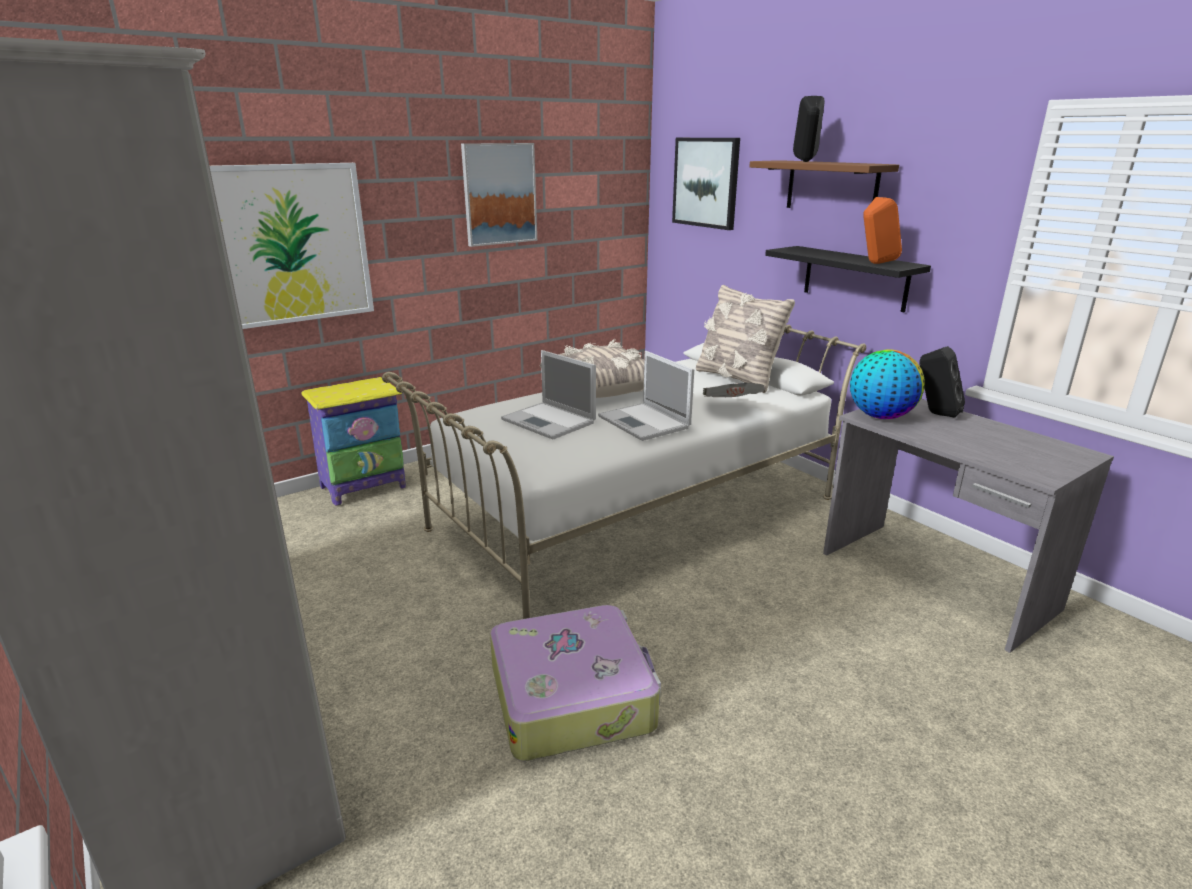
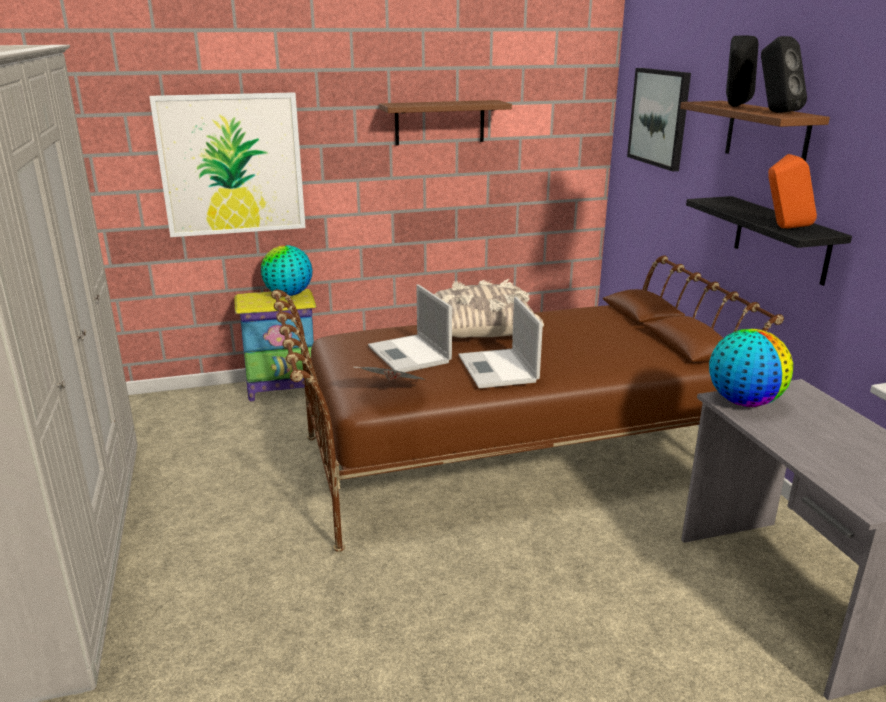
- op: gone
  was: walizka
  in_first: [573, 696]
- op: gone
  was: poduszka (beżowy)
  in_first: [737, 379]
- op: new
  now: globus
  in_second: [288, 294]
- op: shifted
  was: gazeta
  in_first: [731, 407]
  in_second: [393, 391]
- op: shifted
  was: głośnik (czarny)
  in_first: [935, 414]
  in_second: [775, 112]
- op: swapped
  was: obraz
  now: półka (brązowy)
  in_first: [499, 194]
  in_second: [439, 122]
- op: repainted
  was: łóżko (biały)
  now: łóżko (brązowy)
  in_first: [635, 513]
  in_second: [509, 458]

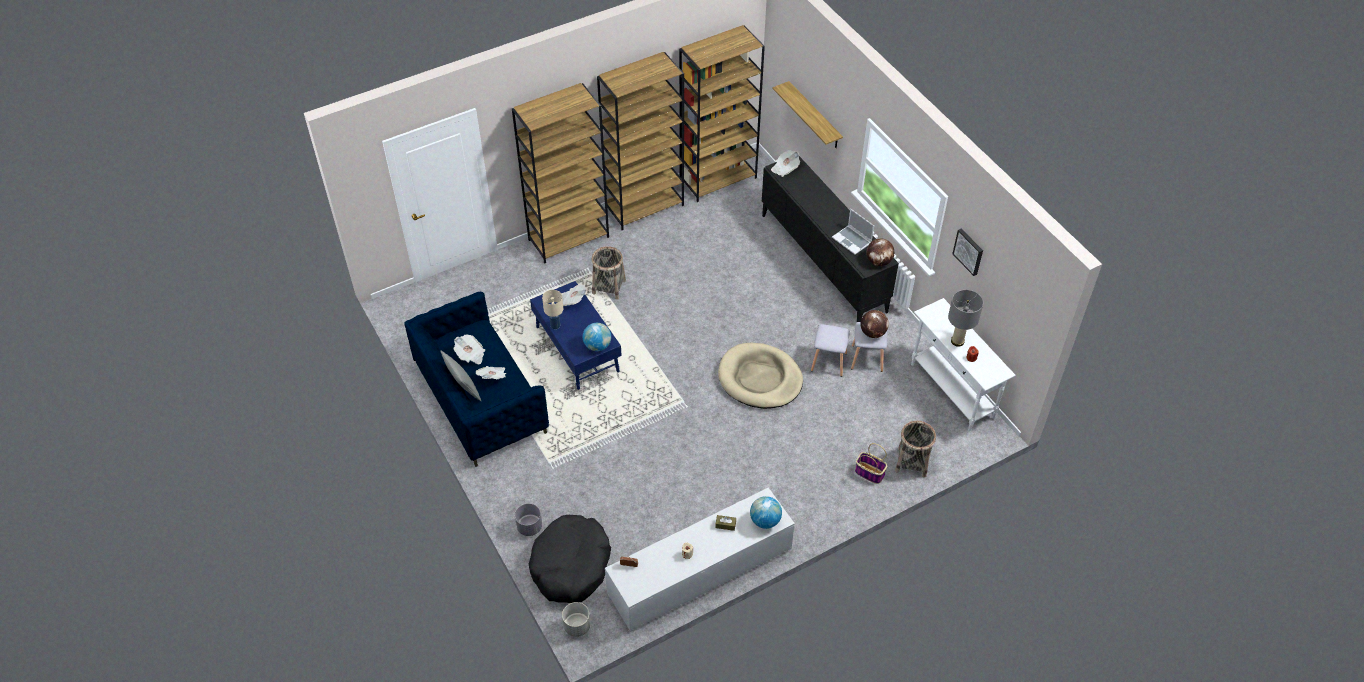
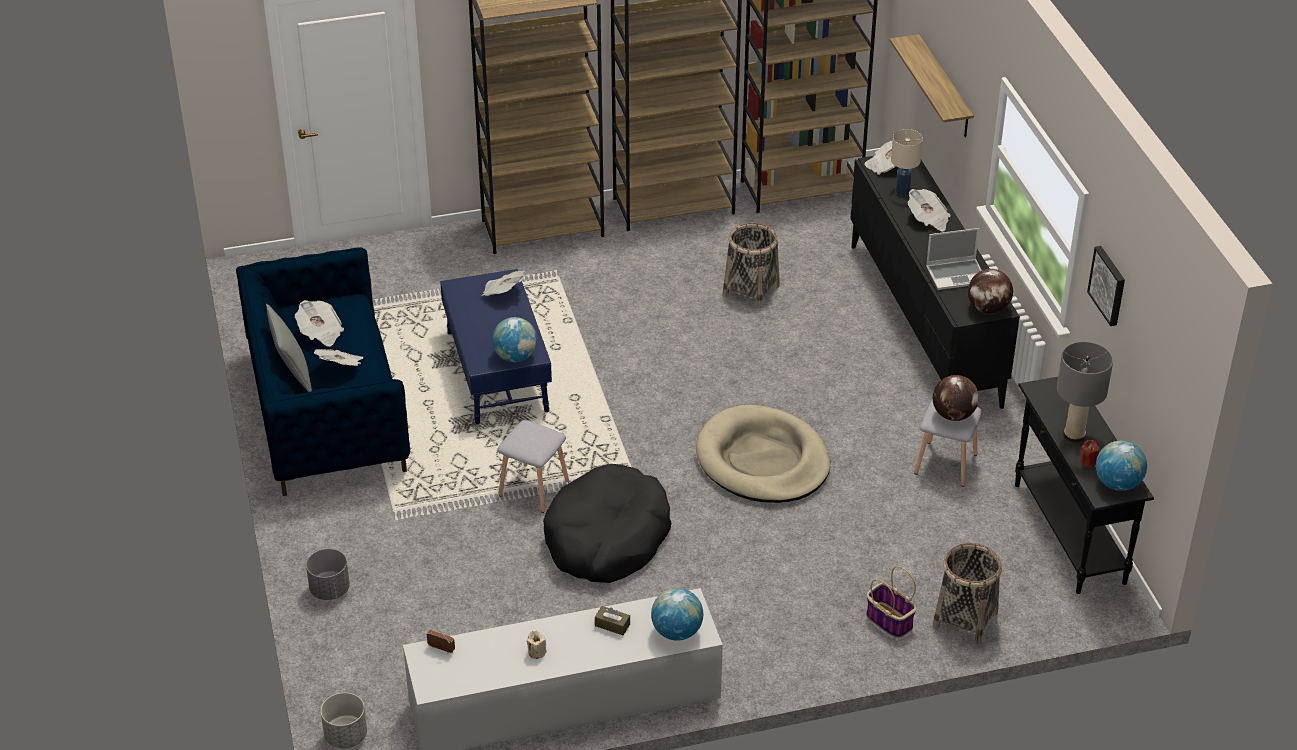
- op: new
  now: gazeta
  in_second: [928, 220]
- op: new
  now: globus
  in_second: [1117, 483]
- op: shifted
  was: legowisko (czarny)
  in_first: [571, 565]
  in_second: [607, 538]
- op: shifted
  was: lampa stołowa (beżowy)
  in_first: [555, 325]
  in_second: [903, 191]
- op: shifted
  was: koszyk
  in_first: [609, 287]
  in_second: [751, 291]
- op: shifted
  was: stołek (szary)
  in_first: [828, 362]
  in_second: [532, 488]
- op: repainted
  was: stolik konsolowy (biały)
  now: stolik konsolowy (czarny)
  in_first: [952, 391]
  in_second: [1069, 534]
- op: rotated
  was: laptop
  in_first: [852, 240]
  in_second: [956, 275]
  clockwise: -75

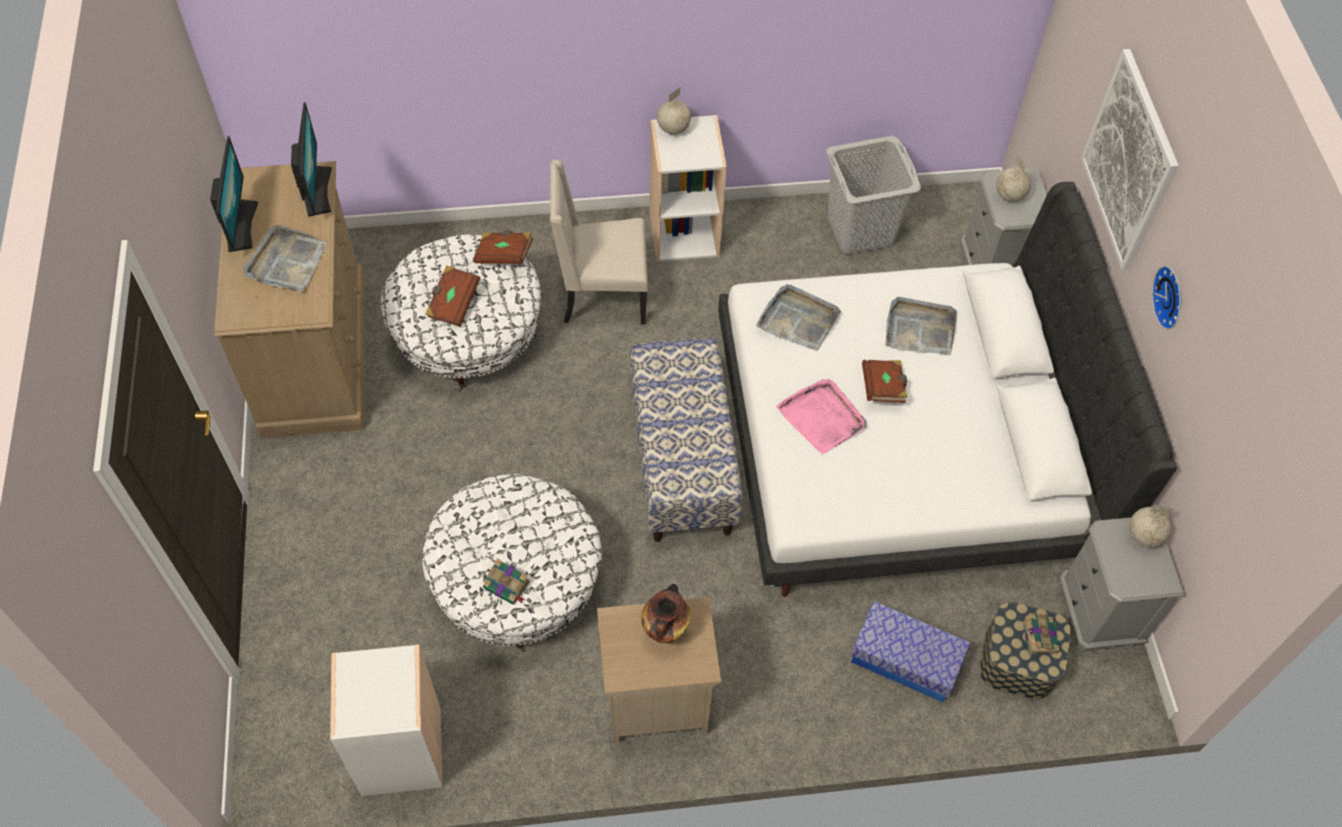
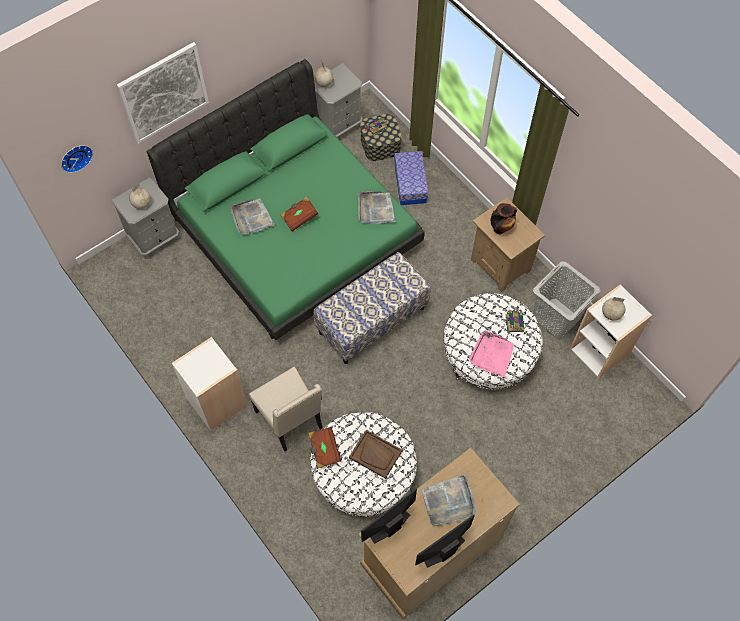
- op: shifted
  was: globus
  in_first: [673, 129]
  in_second: [611, 314]
- op: shifted
  was: taca (szary)
  in_first: [798, 320]
  in_second: [375, 209]
- op: shifted
  was: taca (różowy)
  in_first: [822, 417]
  in_second: [492, 355]
- op: shifted
  was: kosz na pranie (szary)
  in_first: [861, 231]
  in_second: [556, 318]
- op: shifted
  was: zegar ścienny
  in_first: [1171, 297]
  in_second: [75, 157]
- op: swapped
  was: książka (brązowy)
  now: taca (brązowy)
  in_first: [453, 303]
  in_second: [375, 454]
- op: repainted
  was: łóżko (biały)
  now: łóżko (zielony)
  in_first: [904, 442]
  in_second: [294, 231]

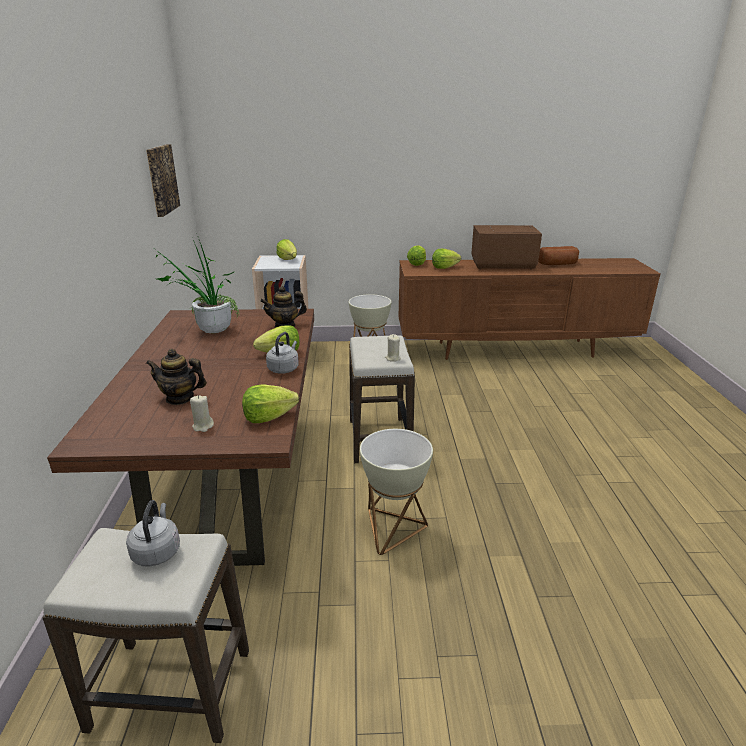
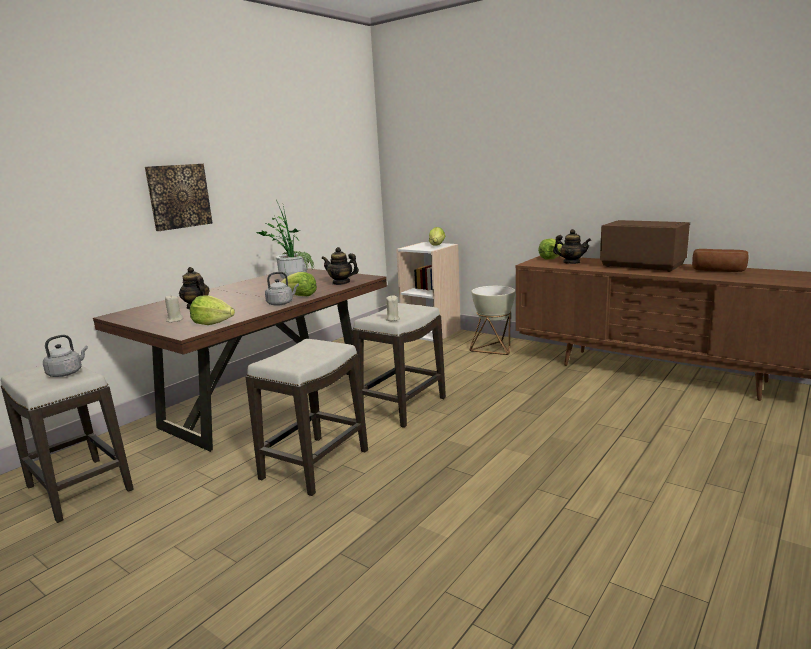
- op: shifted
  was: obraz
  in_first: [161, 179]
  in_second: [178, 196]
- op: swapped
  was: donica
  now: stołek
  in_first: [394, 529]
  in_second: [315, 465]
- op: swapped
  was: sałata
  now: imbryk
  in_first: [444, 267]
  in_second: [571, 263]

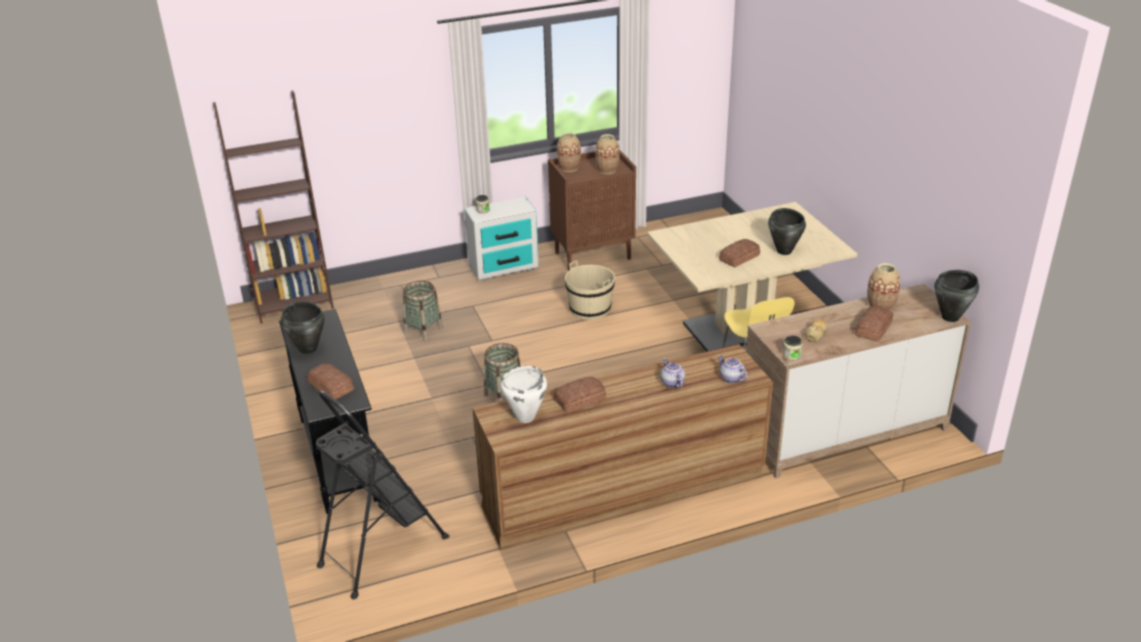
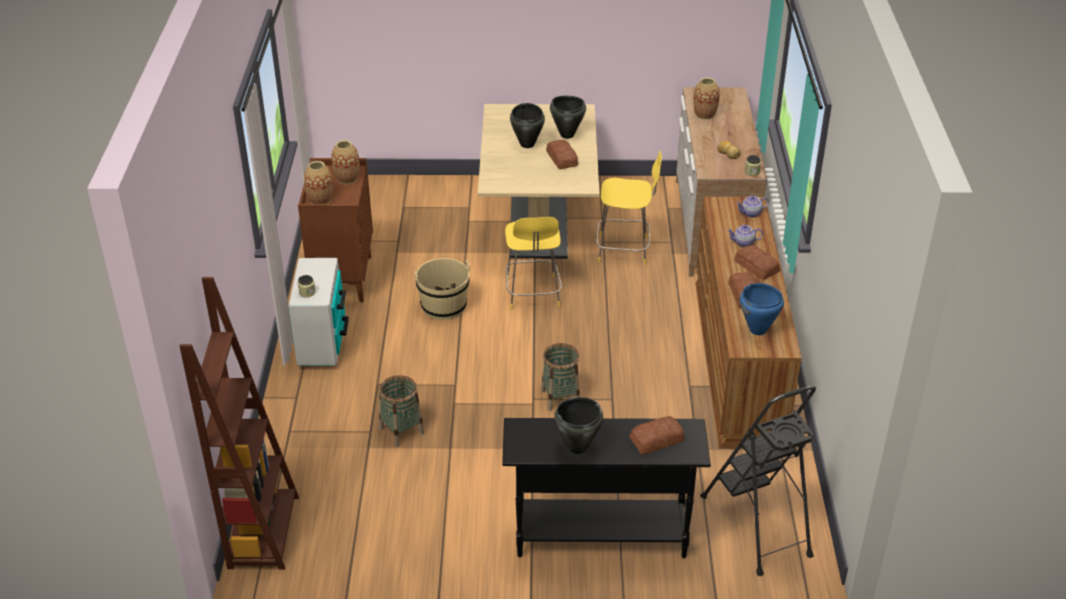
- op: new
  now: stołek (żółty)
  in_second: [533, 294]
- op: shifted
  was: chleb
  in_first: [872, 328]
  in_second: [756, 267]
- op: shifted
  was: garnek (czarny)
  in_first: [951, 317]
  in_second: [527, 144]
- op: repainted
  was: garnek (biały)
  now: garnek (niebieski)
  in_first: [525, 417]
  in_second: [758, 330]

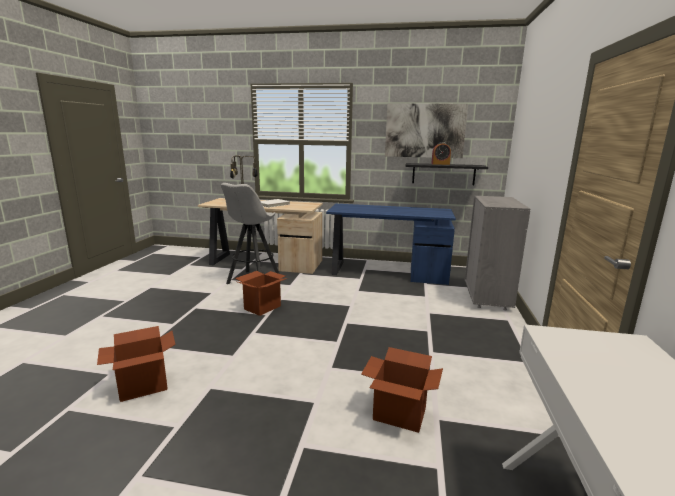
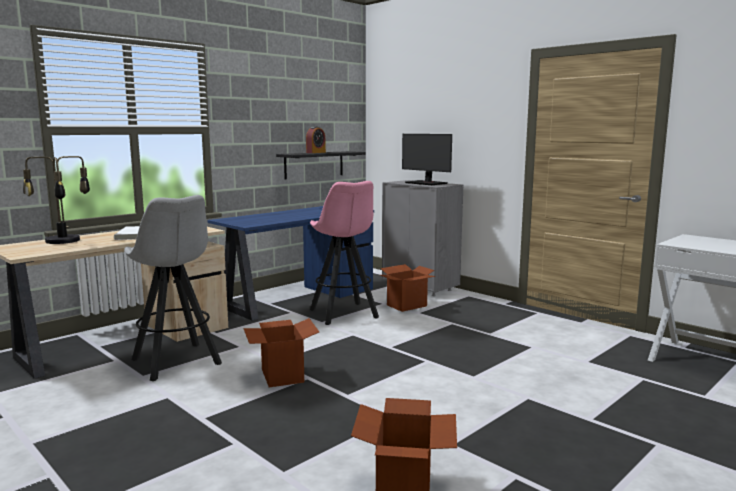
- op: gone
  was: obraz
  in_first: [425, 130]
- op: new
  now: stołek (różowy)
  in_second: [344, 314]
- op: new
  now: monitor
  in_second: [426, 183]
- op: shifted
  was: karton
  in_first: [399, 414]
  in_second: [406, 306]

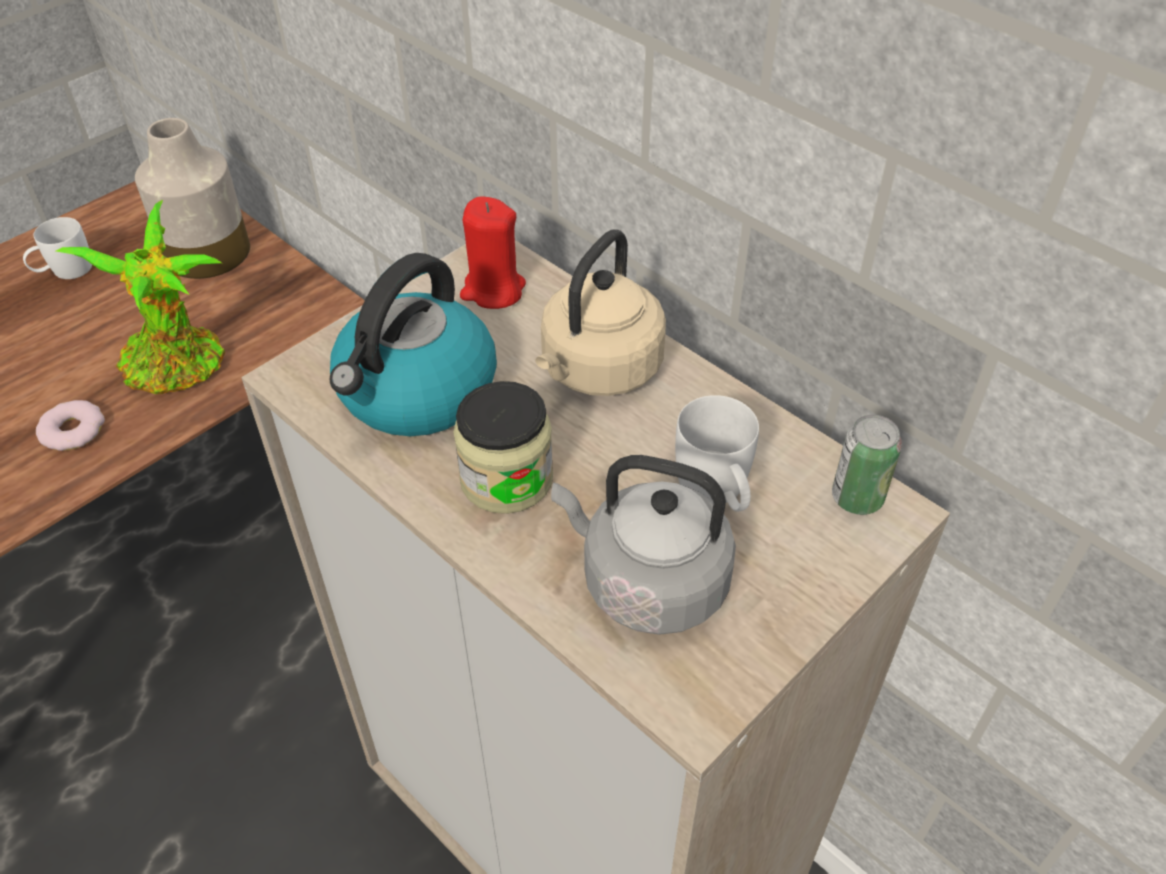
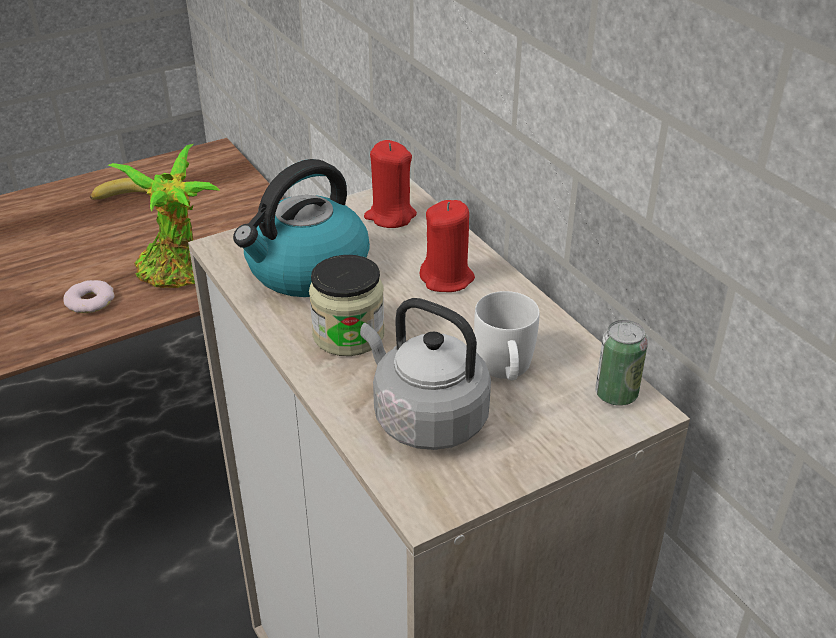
- op: gone
  was: wazon (beżowy)
  in_first: [208, 251]
- op: swapped
  was: kubek (biały)
  now: banan
  in_first: [64, 271]
  in_second: [122, 197]
- op: swapped
  was: czajnik (beżowy)
  now: świeca (czerwony)
  in_first: [598, 371]
  in_second: [447, 278]

